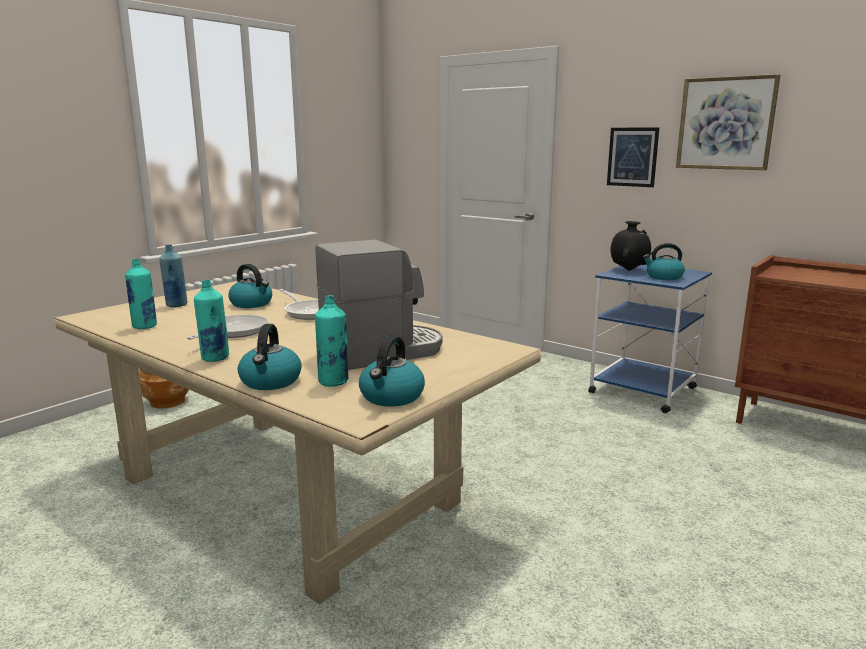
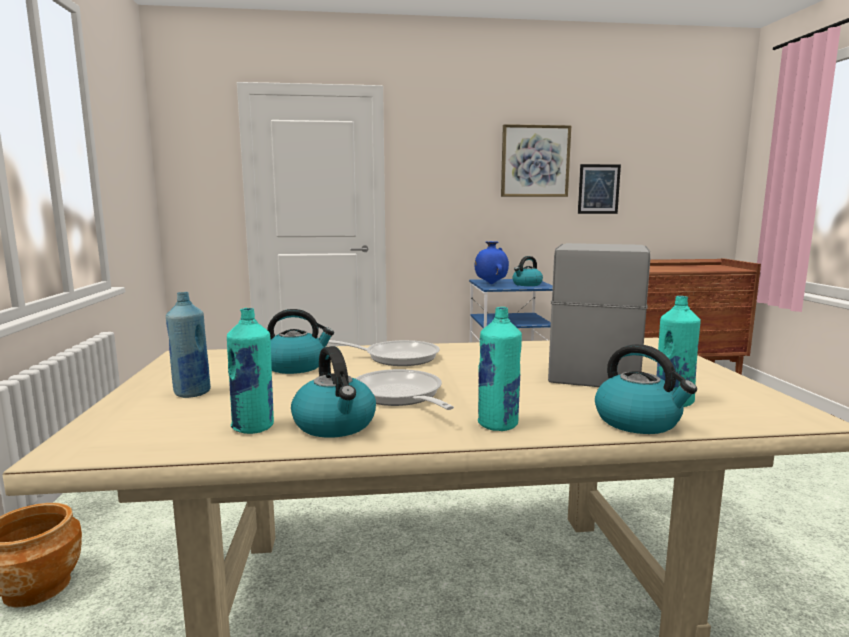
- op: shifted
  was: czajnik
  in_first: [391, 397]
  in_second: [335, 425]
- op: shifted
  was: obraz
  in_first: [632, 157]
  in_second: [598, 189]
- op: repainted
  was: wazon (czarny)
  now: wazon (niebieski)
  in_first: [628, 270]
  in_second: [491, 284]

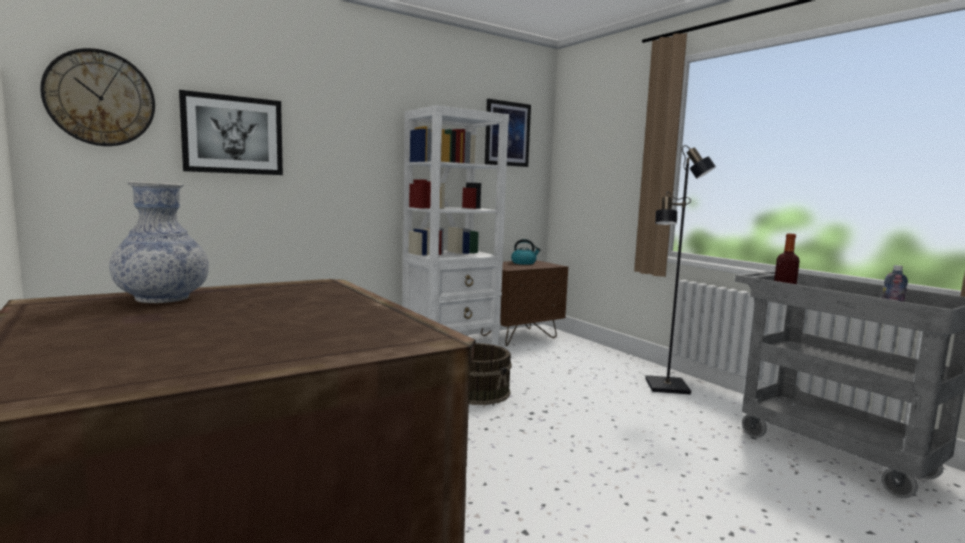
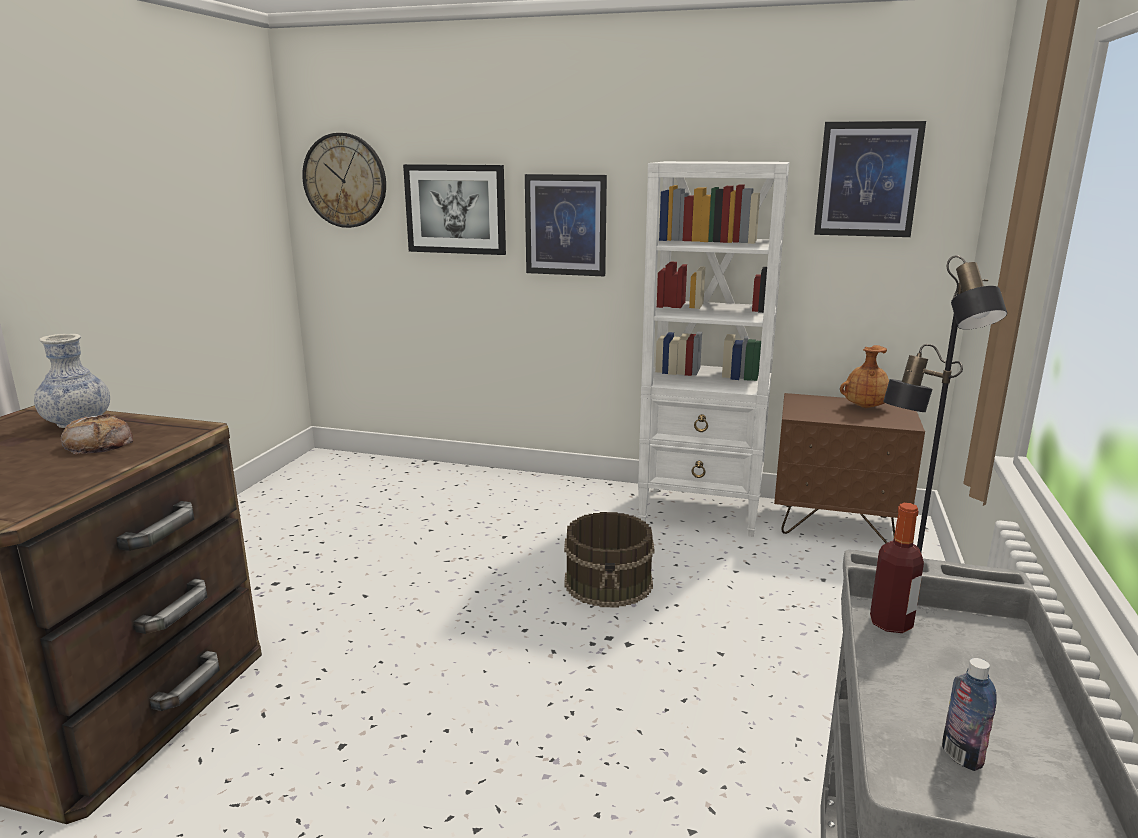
- op: new
  now: chleb
  in_second: [99, 443]
- op: new
  now: obraz
  in_second: [565, 225]
- op: swapped
  was: czajnik
  now: wazon (brązowy)
  in_first: [524, 263]
  in_second: [864, 407]

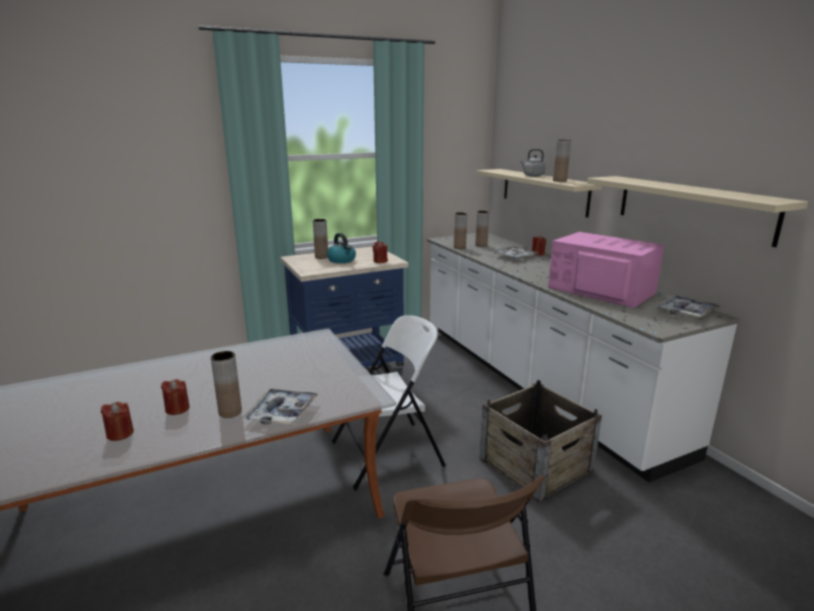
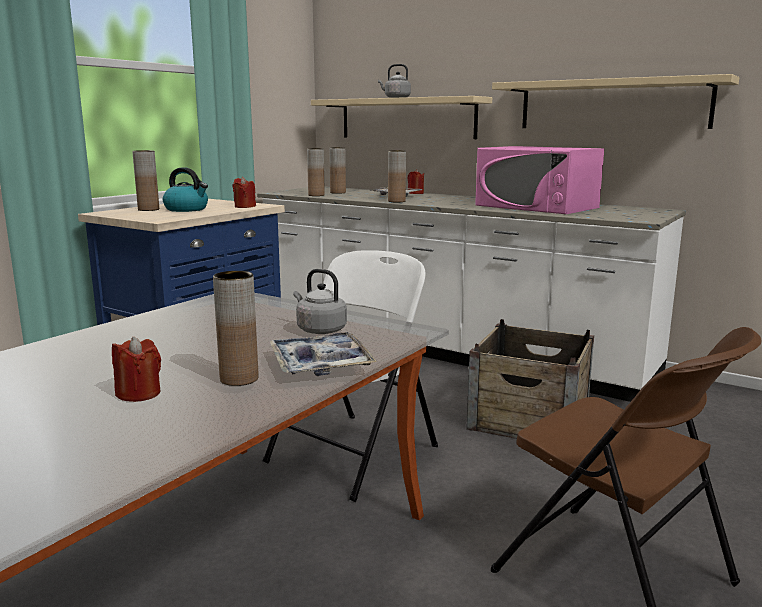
- op: gone
  was: świeca (czerwony)
  in_first: [120, 434]
- op: gone
  was: taca
  in_first: [686, 312]
- op: new
  now: czajnik (szary)
  in_second: [319, 330]
- op: shifted
  was: wazon (brązowy)
  in_first: [559, 181]
  in_second: [396, 201]
- op: rotated
  was: mikrofalówka (różowy)
  in_first: [600, 290]
  in_second: [536, 206]
  clockwise: -150

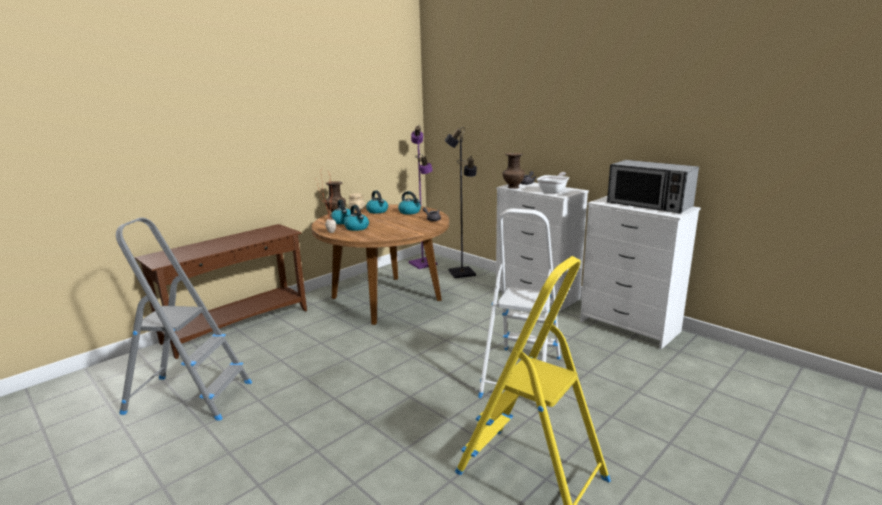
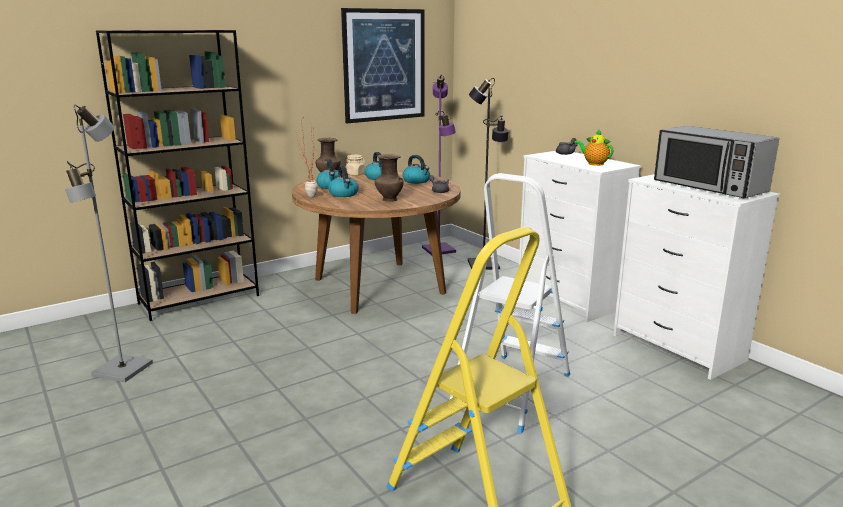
- op: new
  now: obraz
  in_second: [384, 65]
- op: shifted
  was: wazon (brązowy)
  in_first: [512, 187]
  in_second: [389, 200]
- op: swapped
  was: drabinka (szary)
  now: lampa stojąca (szary)
  in_first: [190, 397]
  in_second: [122, 369]
- op: swapped
  was: stolik konsolowy (brązowy)
  now: regał (beżowy)
  in_first: [237, 325]
  in_second: [199, 299]
- op: swapped
  was: patelnia
  now: imbryk
  in_first: [553, 191]
  in_second: [594, 163]

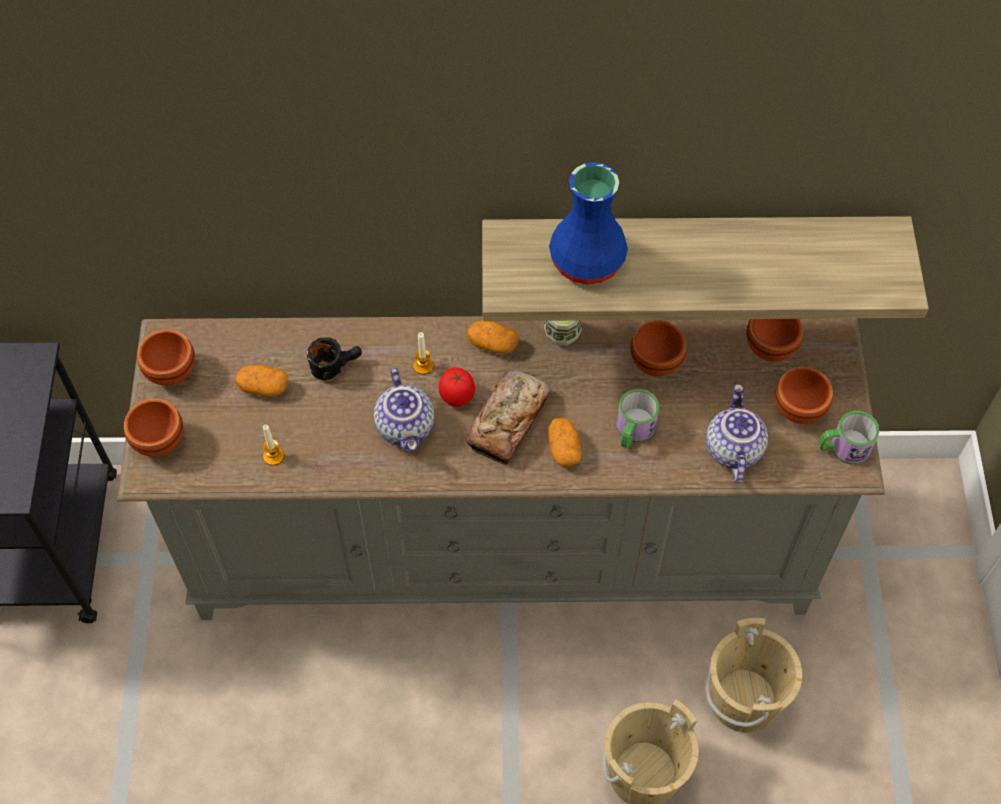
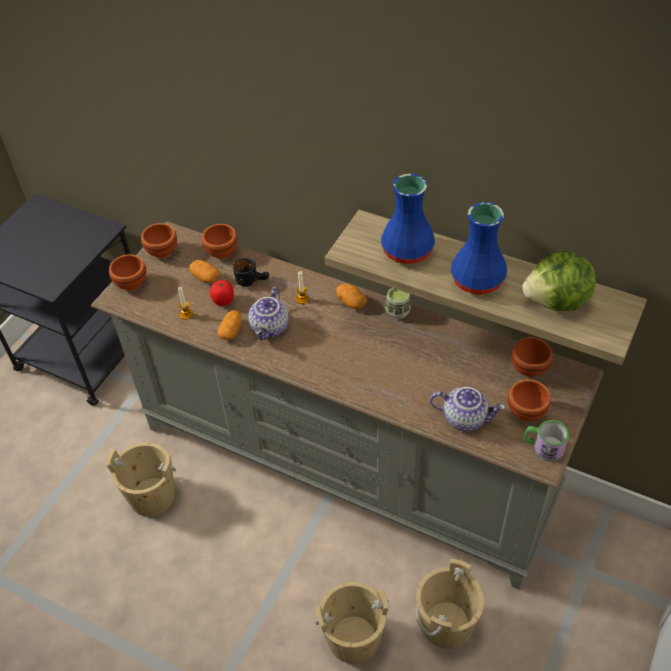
- op: gone
  was: chleb
  in_first: [508, 421]
- op: gone
  was: kubek
  in_first: [633, 431]
- op: new
  now: wiadro (beżowy)
  in_second: [152, 496]
- op: new
  now: wazon (niebieski)
  in_second: [478, 280]
- op: new
  now: sałata
  in_second: [557, 302]
- op: shifted
  was: pomidor
  in_first: [457, 396]
  in_second: [224, 301]
- op: shifted
  was: ziemniak
  in_first: [564, 449]
  in_second: [231, 331]
- op: shifted
  was: miska (brązowy)
  in_first: [654, 361]
  in_second: [222, 251]
- op: rotated
  was: imbryk
  in_first: [732, 449]
  in_second: [465, 418]
  clockwise: 75

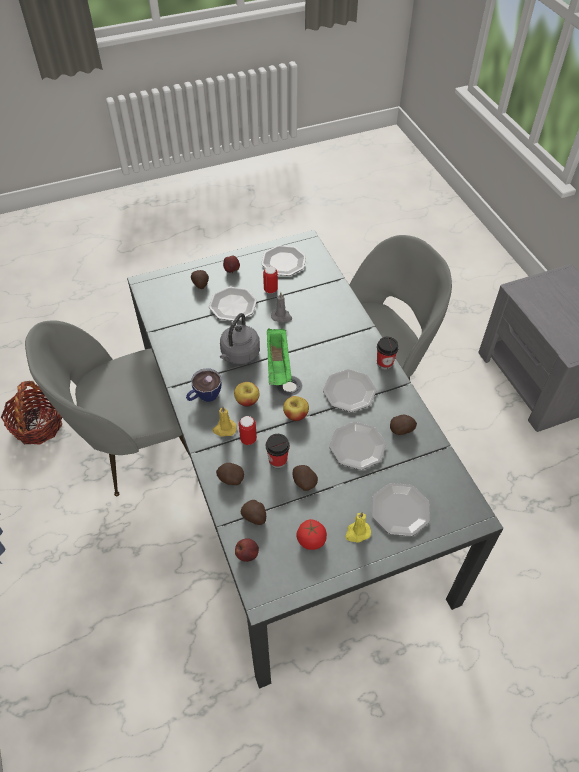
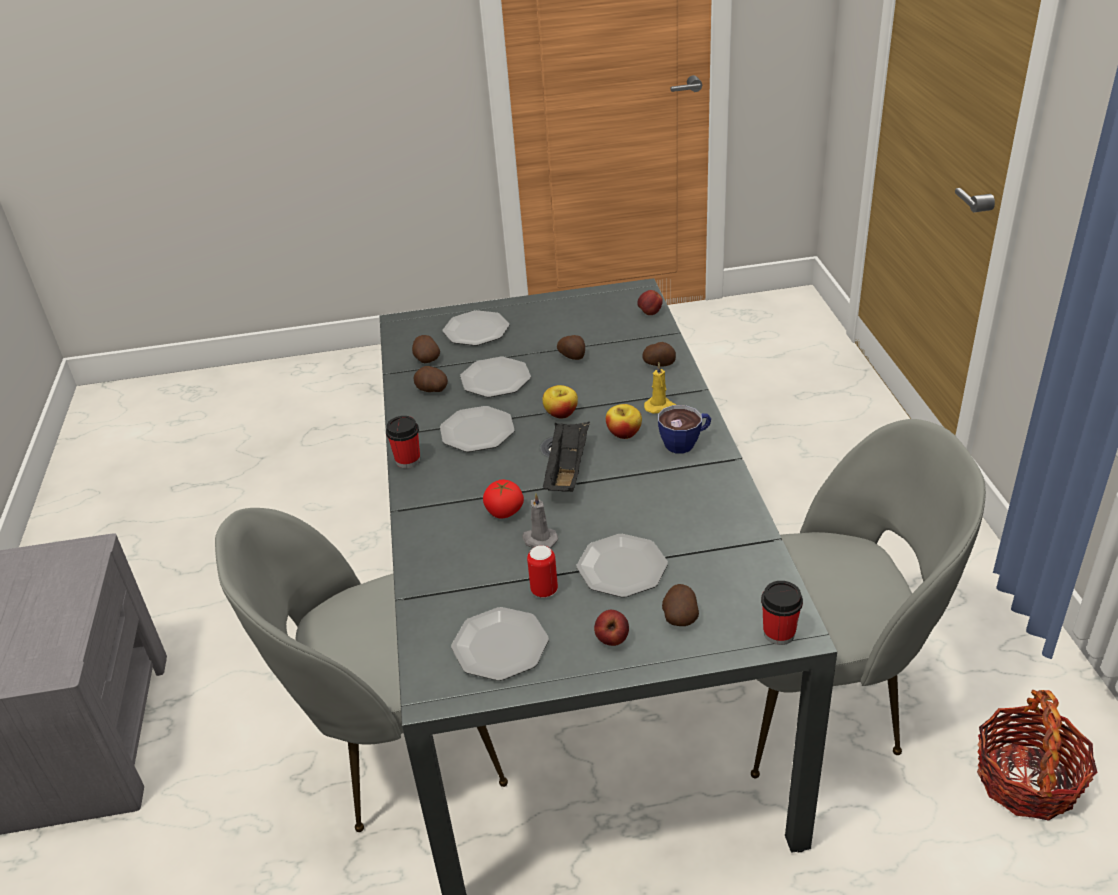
- op: gone
  was: czajnik (szary)
  in_first: [239, 355]
- op: gone
  was: puszka
  in_first: [248, 439]
- op: gone
  was: świeca (żółty)
  in_first: [357, 533]
- op: shifted
  was: ziemniak
  in_first: [255, 517]
  in_second: [426, 359]
- op: shifted
  was: filiżanka
  in_first: [277, 460]
  in_second: [779, 633]
- op: shifted
  was: pomidor
  in_first: [311, 540]
  in_second: [504, 511]
- op: repainted
  was: taca (zielony)
  now: taca (czarny)
  in_first: [278, 365]
  in_second: [566, 470]

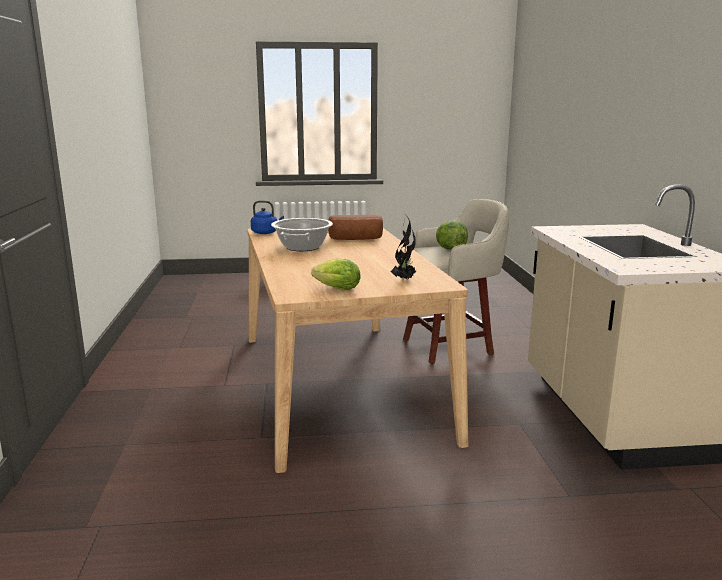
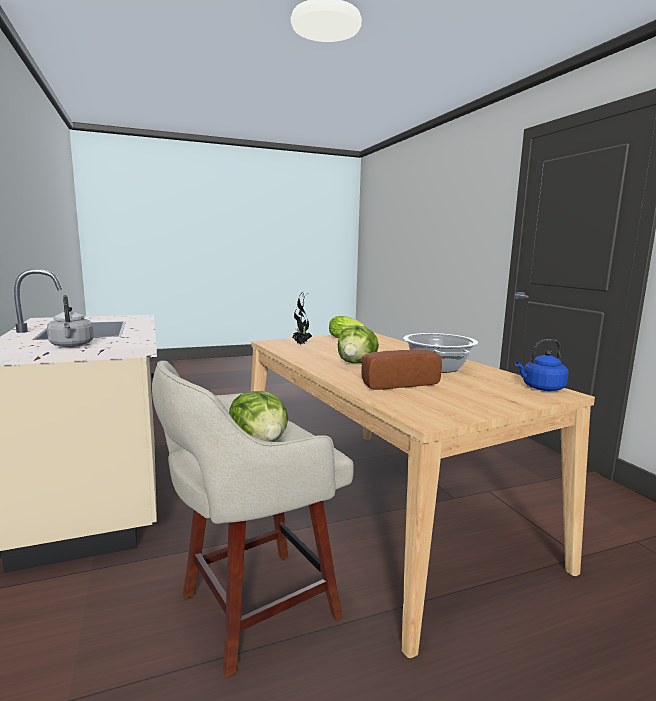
- op: new
  now: czajnik (szary)
  in_second: [72, 345]
- op: new
  now: sałata
  in_second: [356, 363]

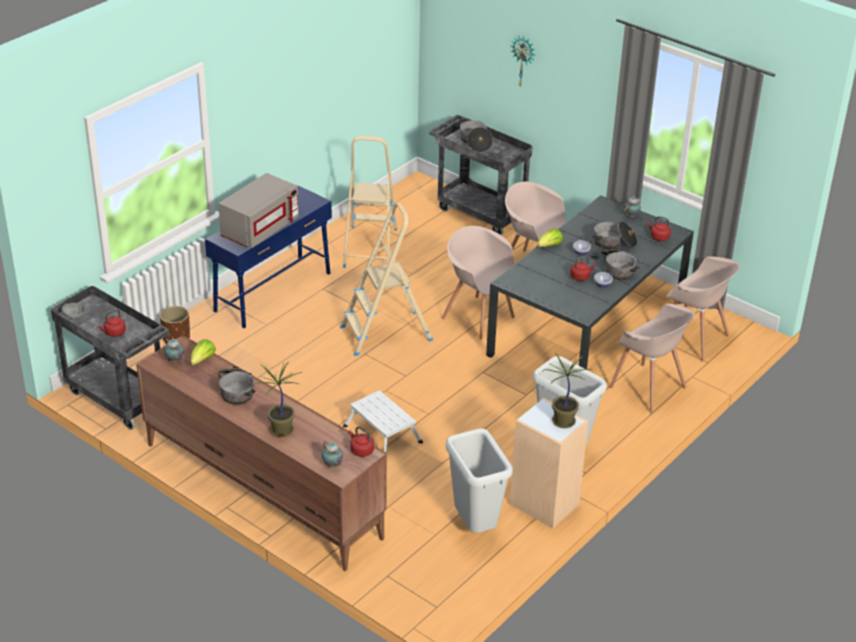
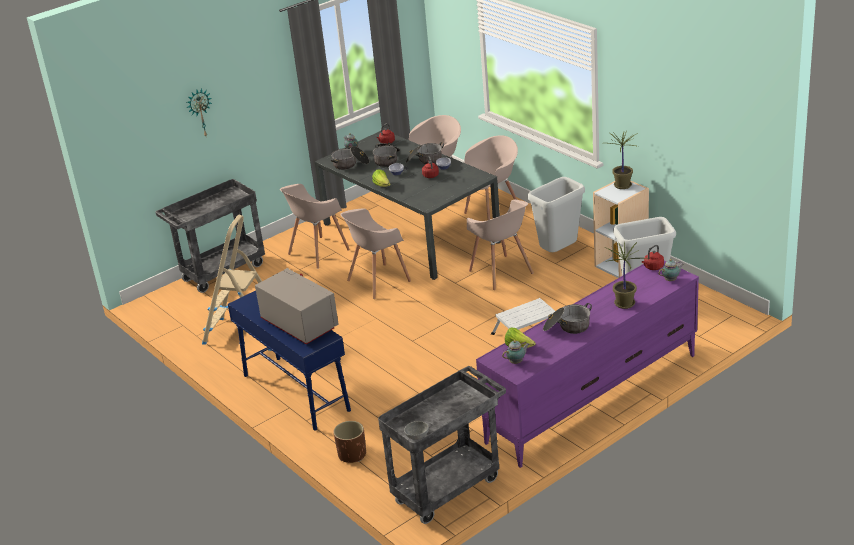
- op: gone
  was: czajnik (czerwony)
  in_first: [114, 333]
- op: gone
  was: drabinka (beżowy)
  in_first: [385, 334]
- op: new
  now: krzesło (beżowy)
  in_second: [501, 273]
- op: shifted
  was: garnek
  in_first: [475, 142]
  in_second: [350, 164]
- op: repainted
  was: szafka (brązowy)
  now: szafka (fioletowy)
  in_first: [260, 490]
  in_second: [592, 399]

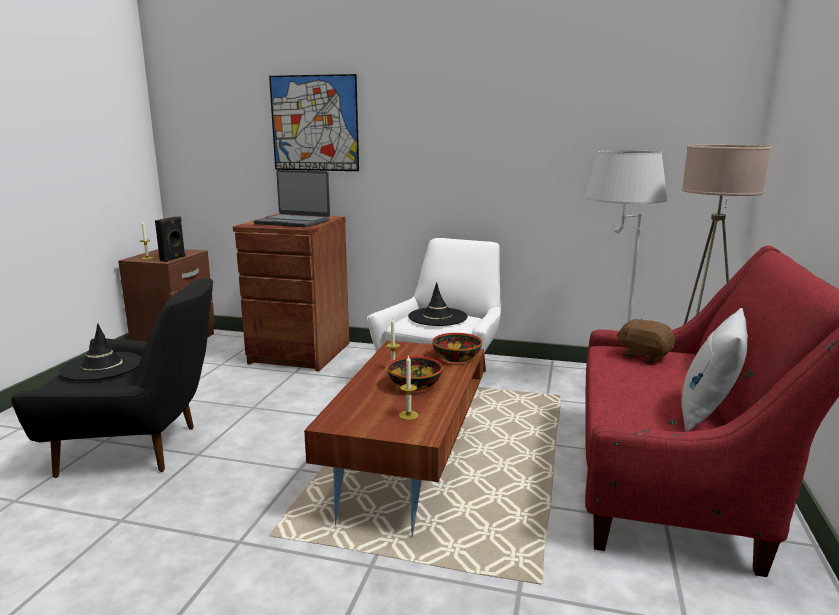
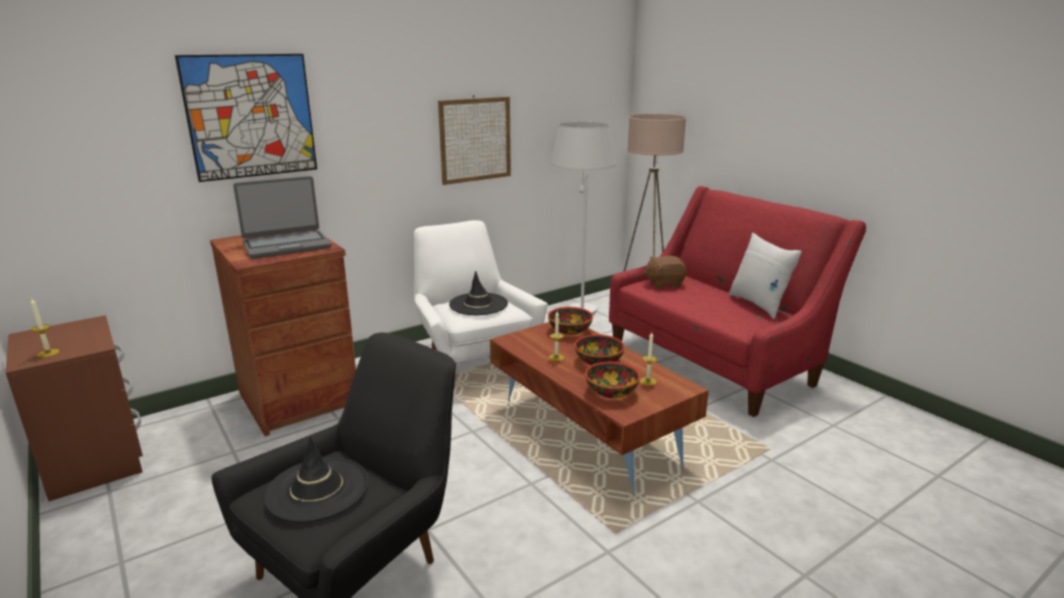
- op: gone
  was: głośnik (czarny)
  in_first: [173, 258]
- op: new
  now: obraz
  in_second: [475, 138]
- op: new
  now: miska
  in_second: [611, 392]

